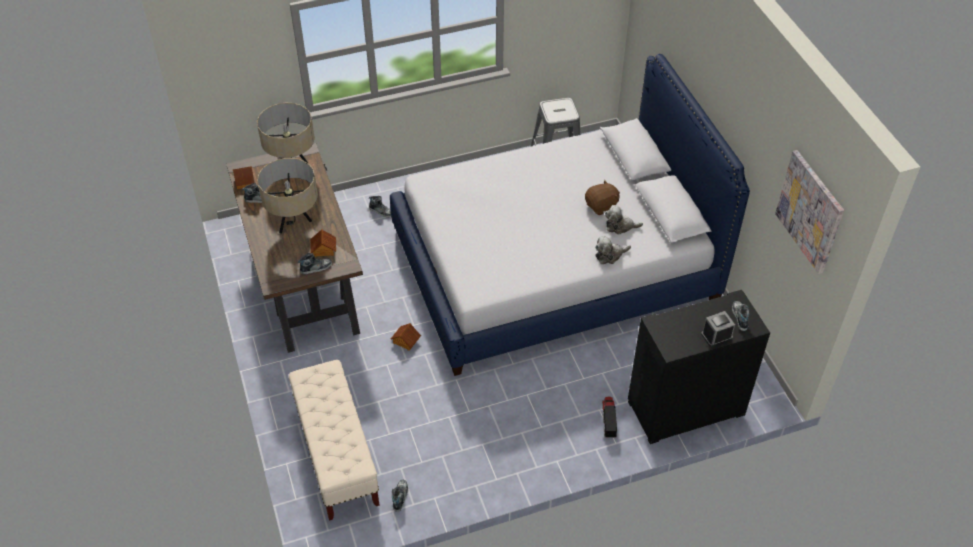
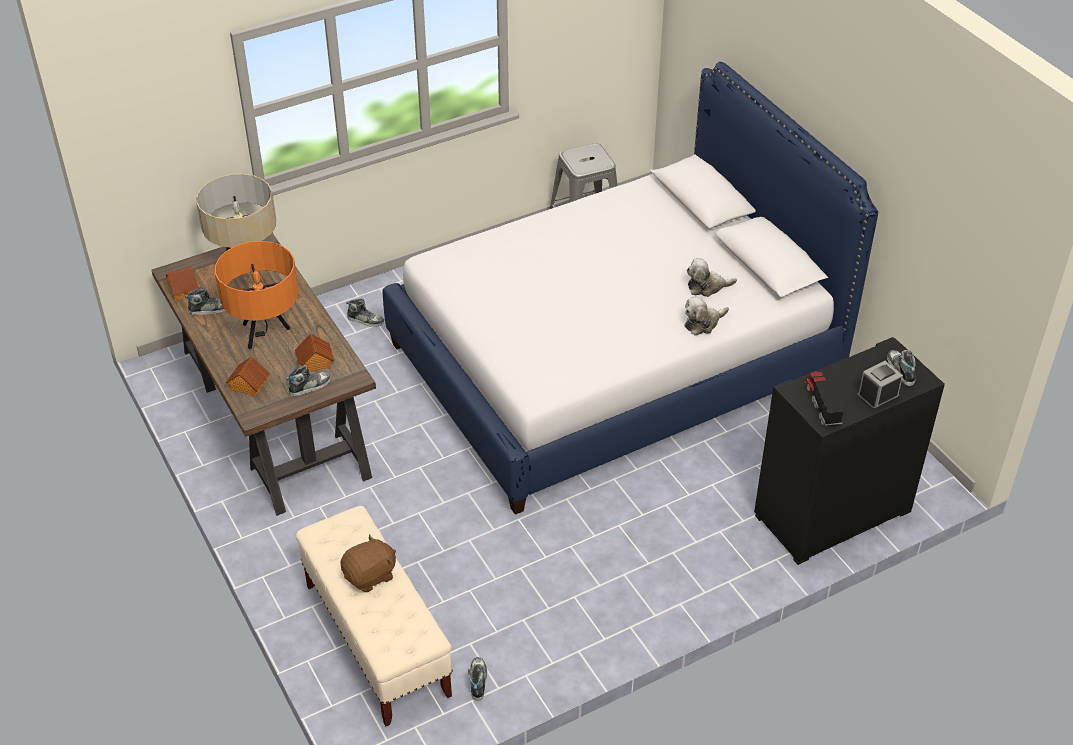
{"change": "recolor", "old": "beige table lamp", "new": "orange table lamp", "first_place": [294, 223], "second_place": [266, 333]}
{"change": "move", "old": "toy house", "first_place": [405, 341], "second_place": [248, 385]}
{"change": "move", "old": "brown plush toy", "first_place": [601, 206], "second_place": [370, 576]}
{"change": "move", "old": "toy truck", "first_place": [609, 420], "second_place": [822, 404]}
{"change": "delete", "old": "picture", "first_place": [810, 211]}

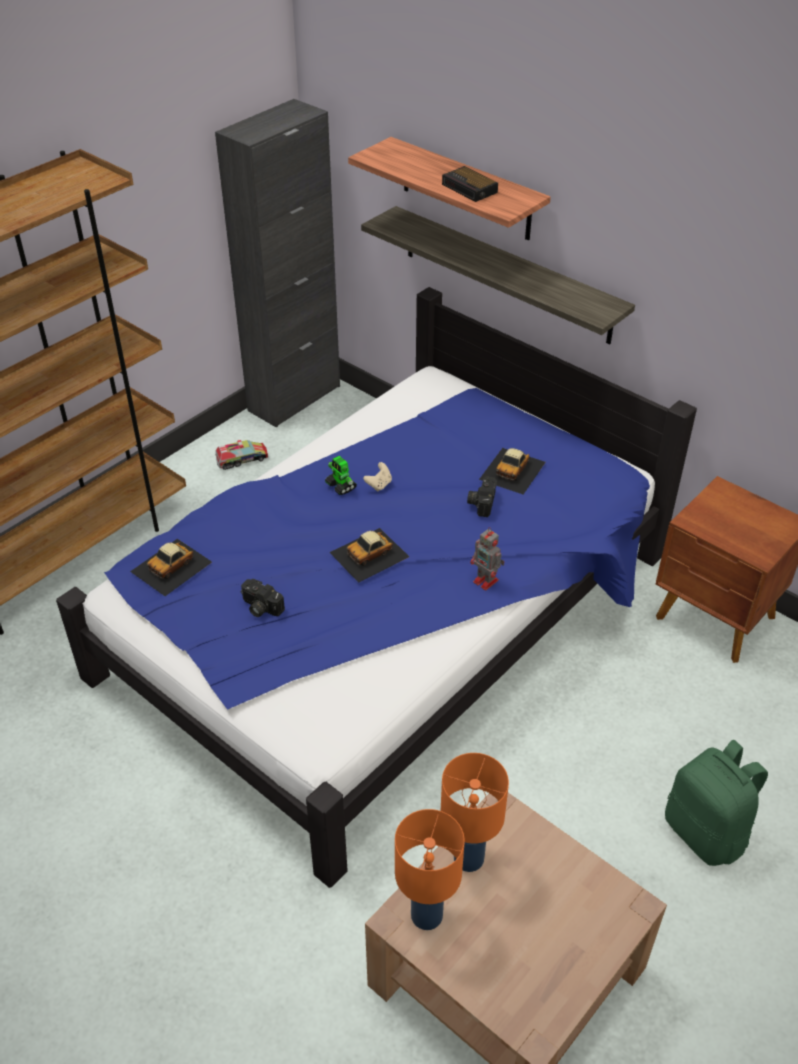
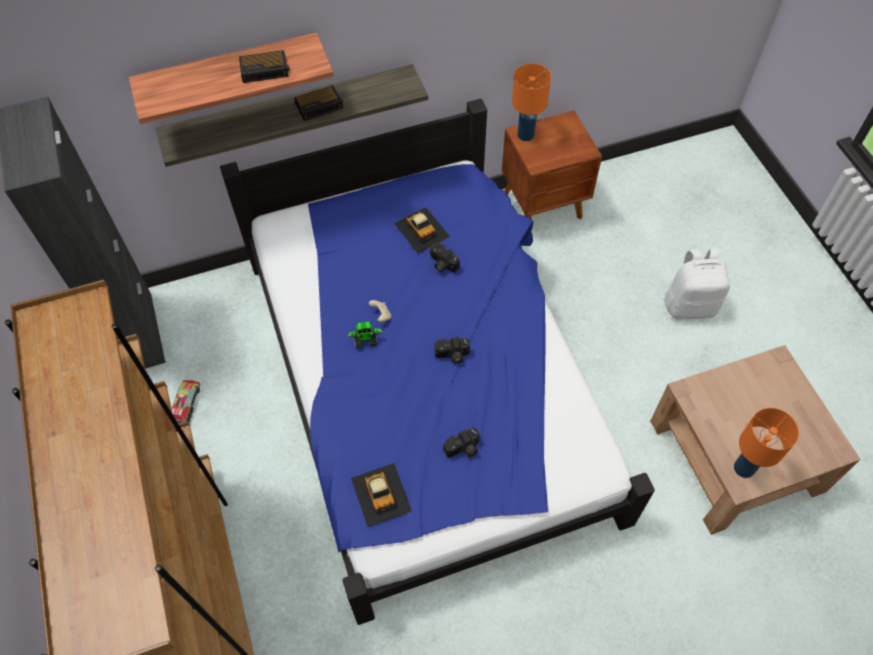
{"change": "replace", "old": "toy car", "new": "photo camera", "first_place": [370, 554], "second_place": [452, 355]}
{"change": "move", "old": "orange table lamp", "first_place": [469, 858], "second_place": [525, 134]}
{"change": "delete", "old": "toy robot", "first_place": [486, 581]}
{"change": "recolor", "old": "green backpack", "new": "white backpack", "first_place": [706, 832], "second_place": [689, 305]}
{"change": "insert", "new": "alarm clock", "second_place": [320, 106]}

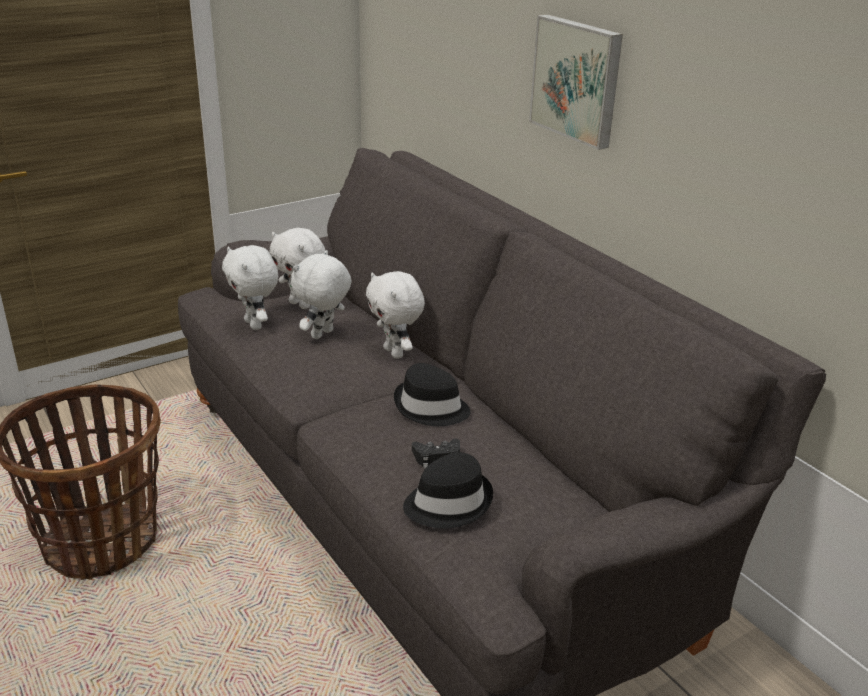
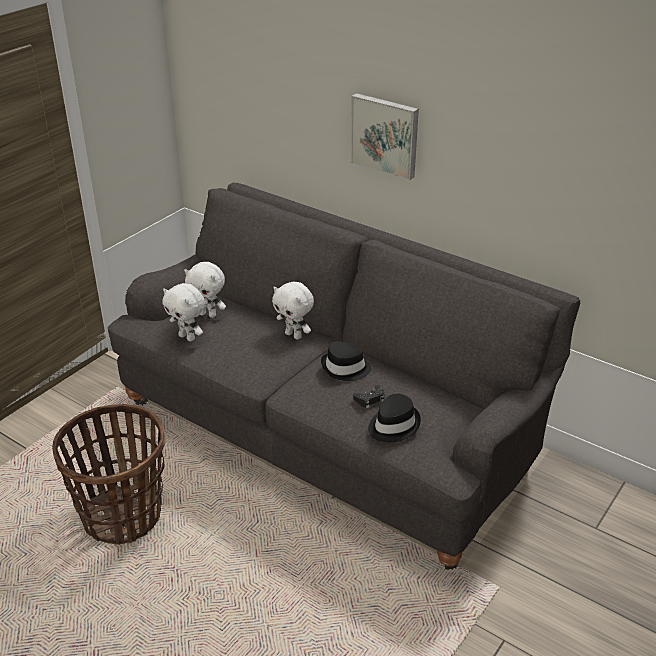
{"change": "delete", "old": "white plush toy", "first_place": [323, 335]}

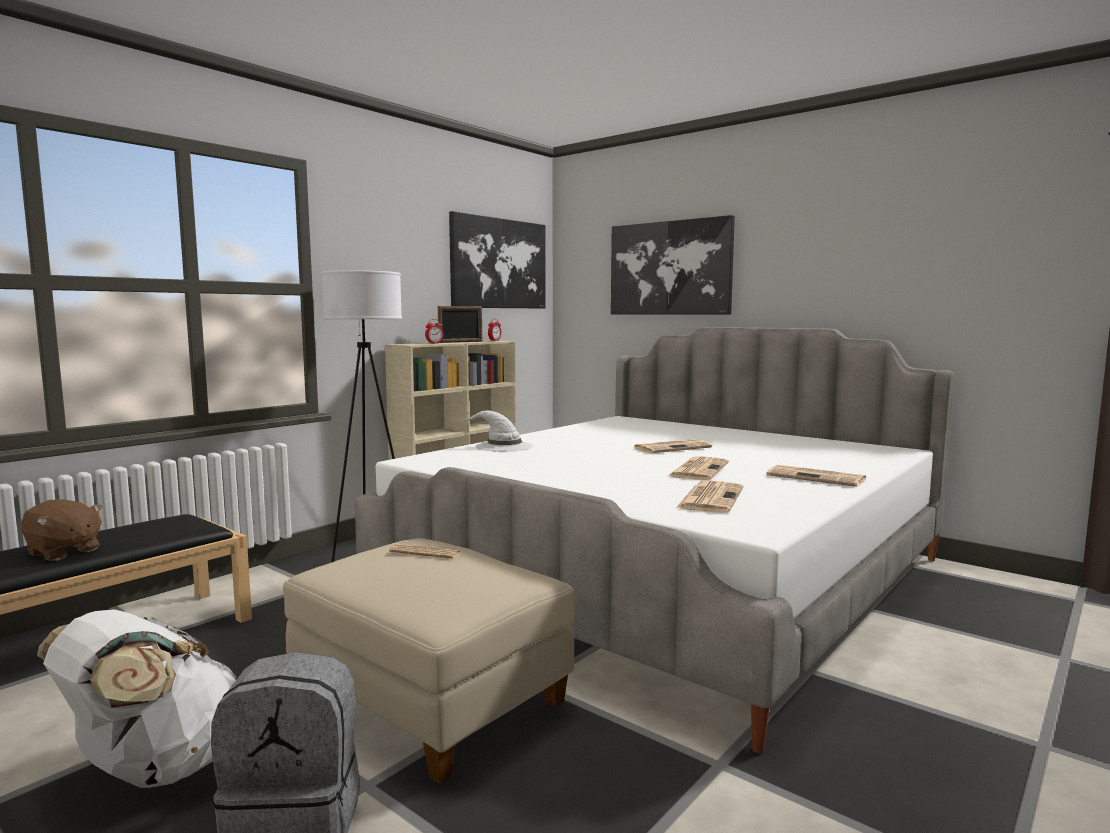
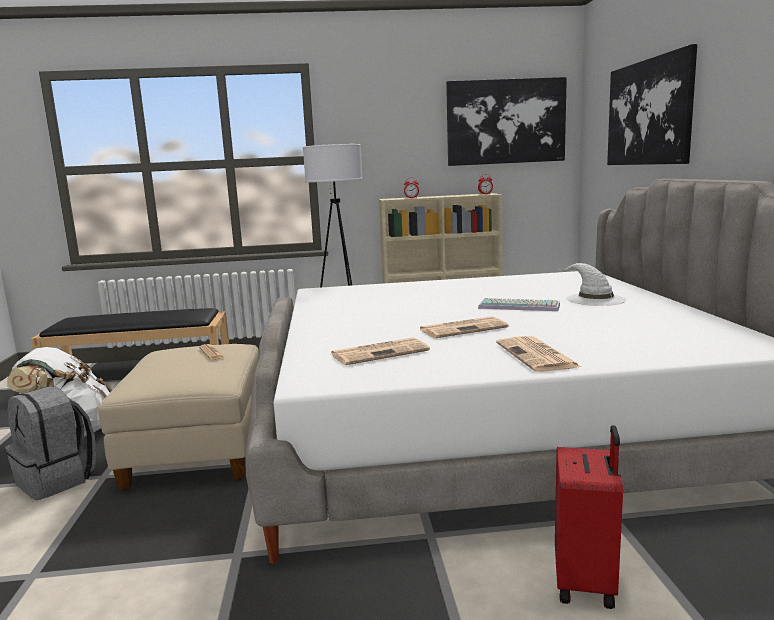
{"change": "delete", "old": "brown plush toy", "first_place": [63, 552]}
{"change": "delete", "old": "picture frame", "first_place": [461, 342]}
{"change": "move", "old": "white hat", "first_place": [503, 446], "second_place": [594, 299]}
{"change": "replace", "old": "newspaper", "new": "keyboard", "first_place": [672, 447], "second_place": [520, 306]}
{"change": "insert", "new": "red suitcase", "second_place": [586, 581]}

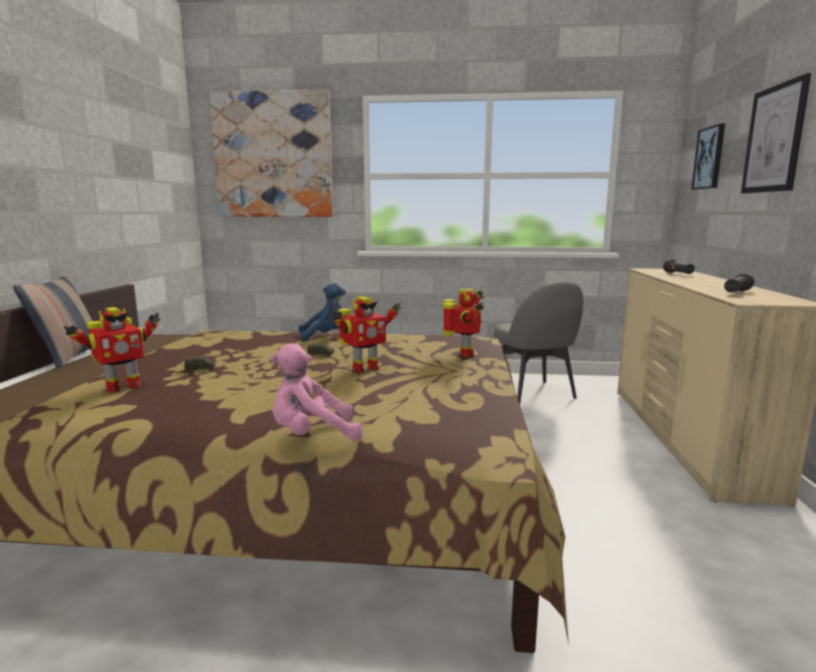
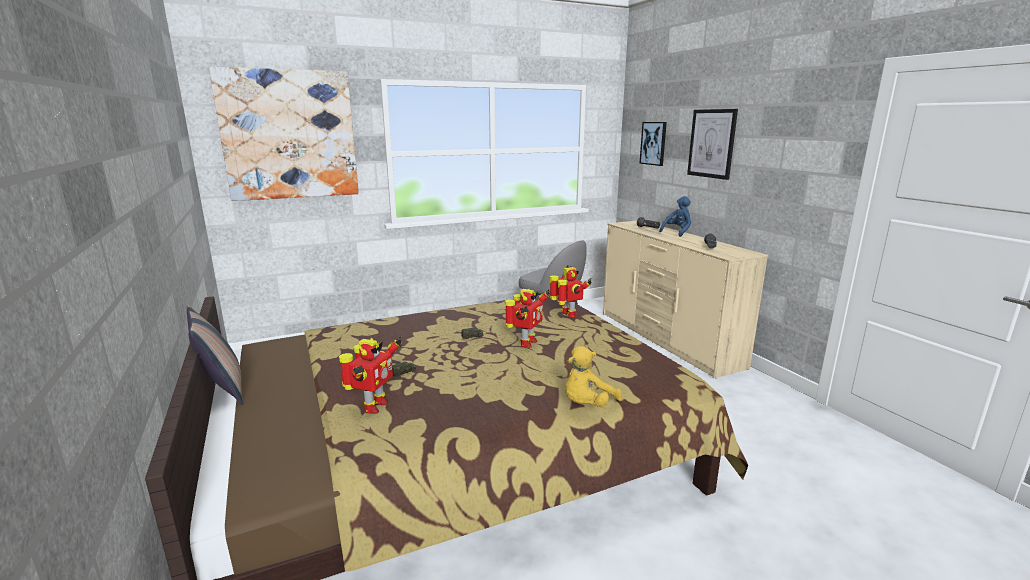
{"change": "recolor", "old": "pink plush toy", "new": "yellow plush toy", "first_place": [312, 436], "second_place": [587, 405]}
{"change": "move", "old": "blue plush toy", "first_place": [326, 336], "second_place": [677, 232]}

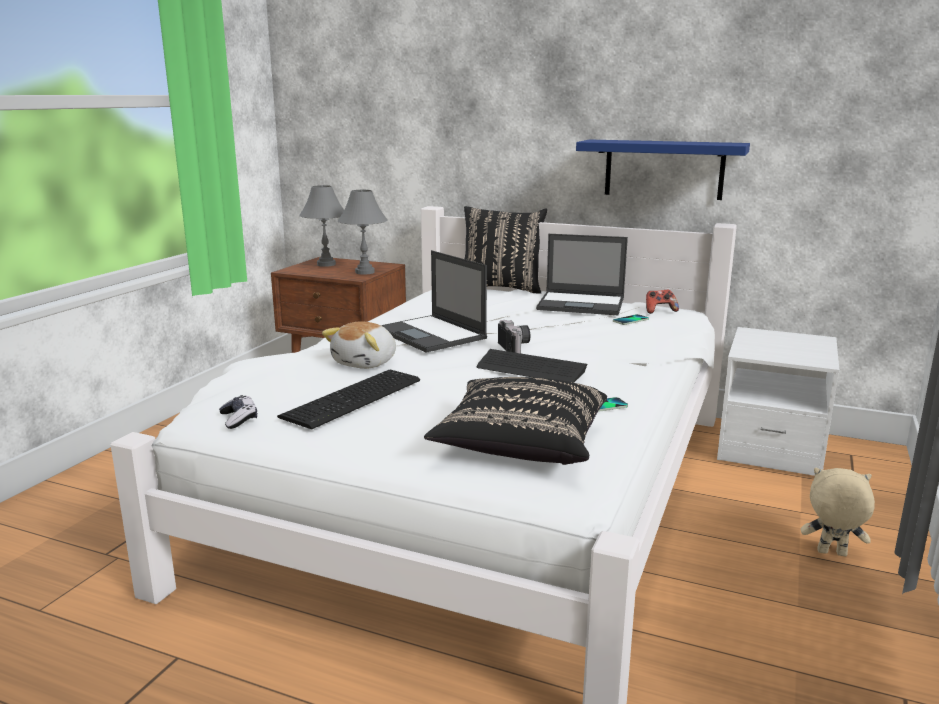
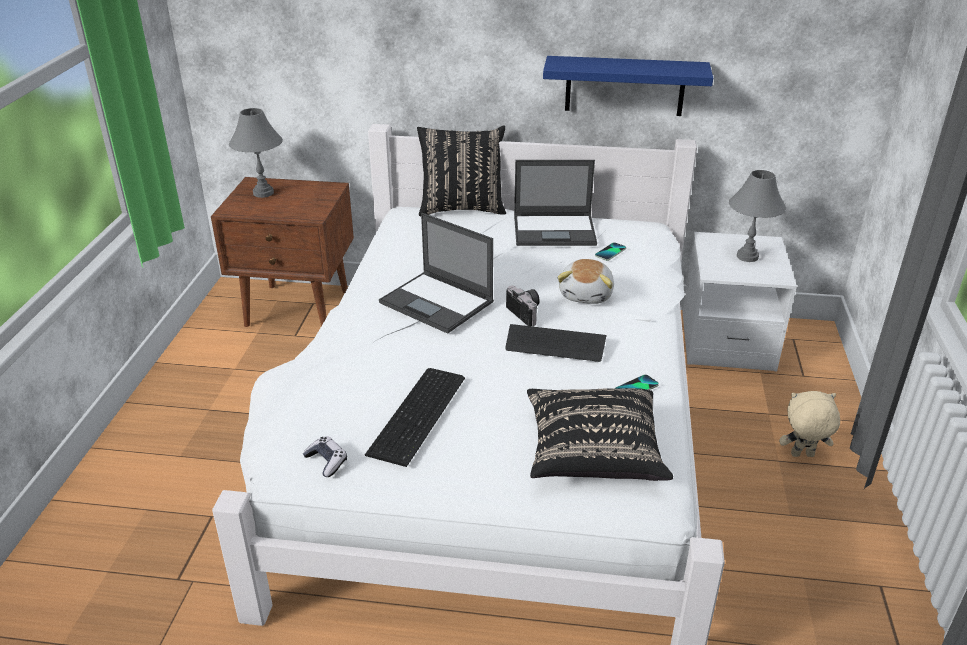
{"change": "move", "old": "plush toy", "first_place": [366, 363], "second_place": [587, 294]}
{"change": "move", "old": "grey table lamp", "first_place": [365, 272], "second_place": [748, 257]}
{"change": "delete", "old": "game controller", "first_place": [659, 311]}

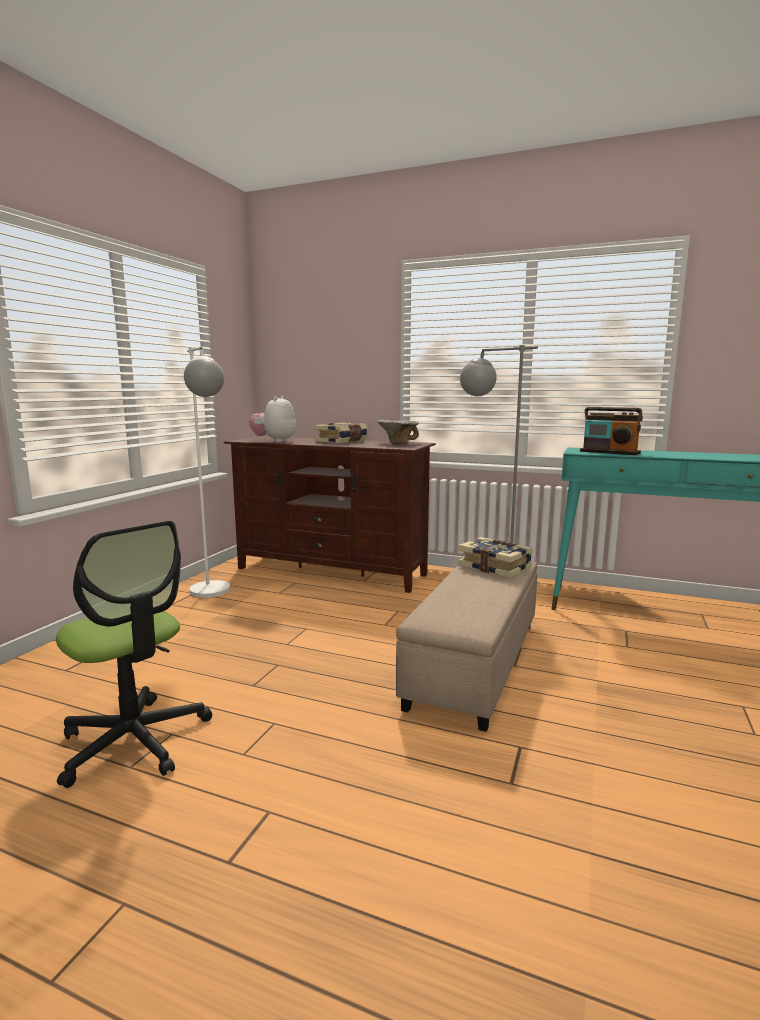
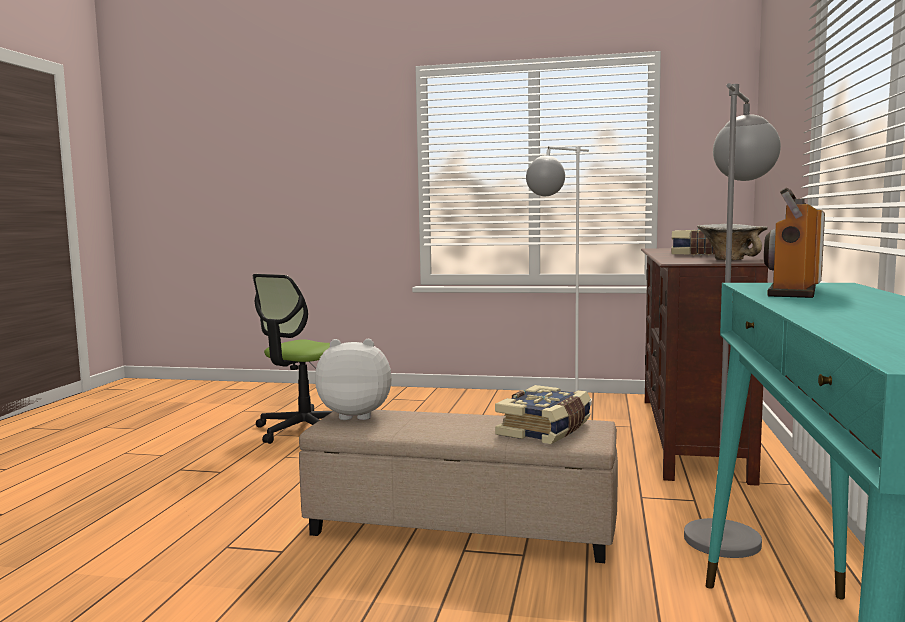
{"change": "move", "old": "plush toy", "first_place": [274, 441], "second_place": [357, 415]}

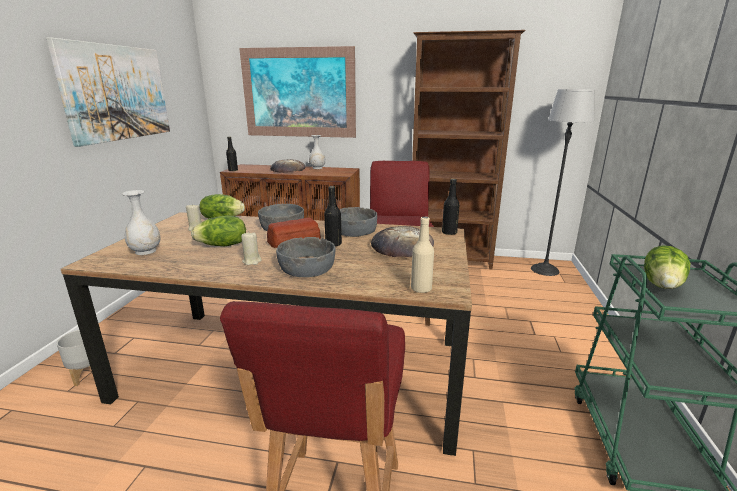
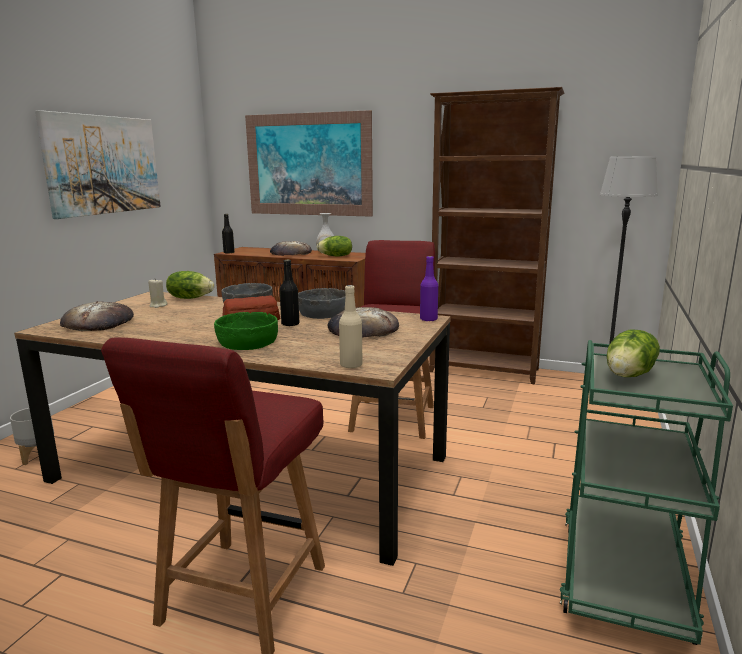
{"change": "replace", "old": "white vase", "new": "bread", "first_place": [146, 251], "second_place": [98, 322]}
{"change": "move", "old": "lettuce", "first_place": [223, 245], "second_place": [336, 256]}
{"change": "delete", "old": "beige candle", "first_place": [252, 261]}
{"change": "recolor", "old": "grey bowl", "new": "green bowl", "first_place": [307, 267], "second_place": [247, 342]}
{"change": "recolor", "old": "black bottle", "new": "purple bottle", "first_place": [449, 233], "second_place": [428, 319]}

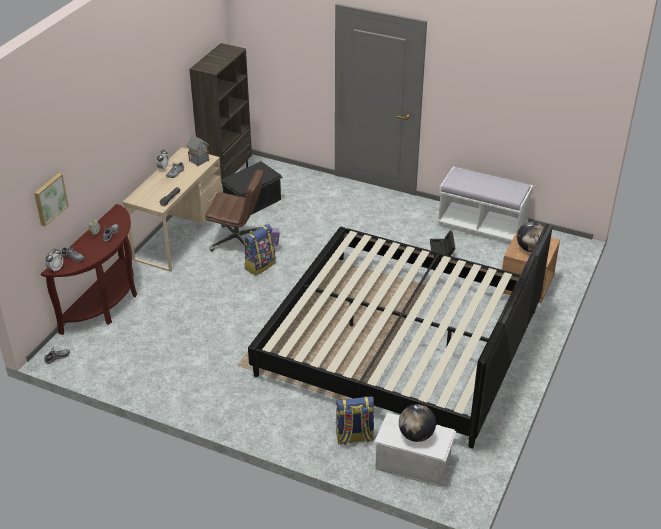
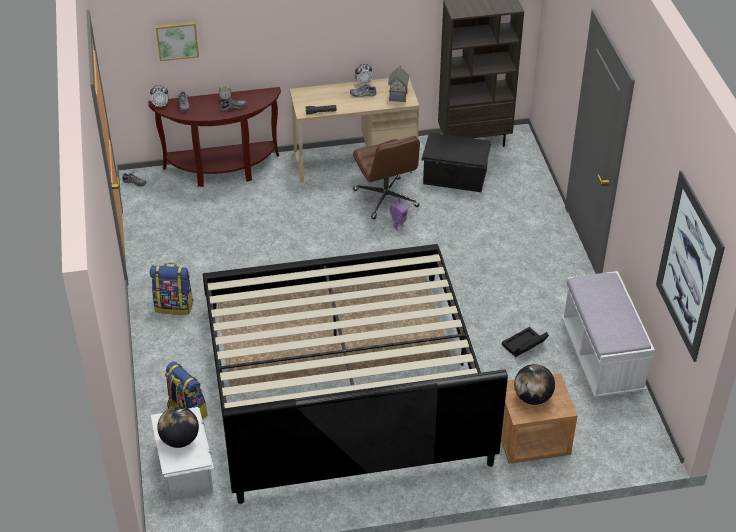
{"change": "move", "old": "backpack", "first_place": [259, 265], "second_place": [174, 306]}
{"change": "insert", "new": "picture", "second_place": [689, 267]}

